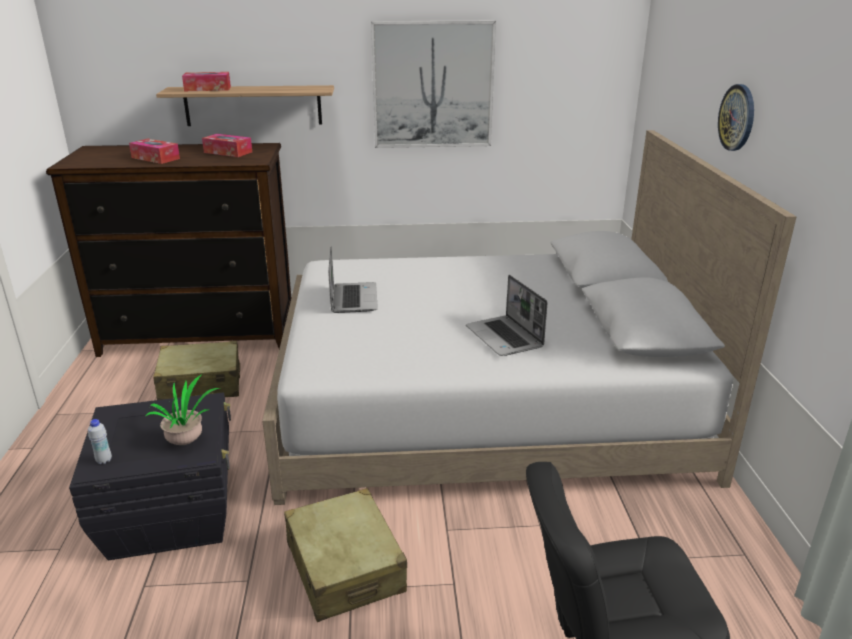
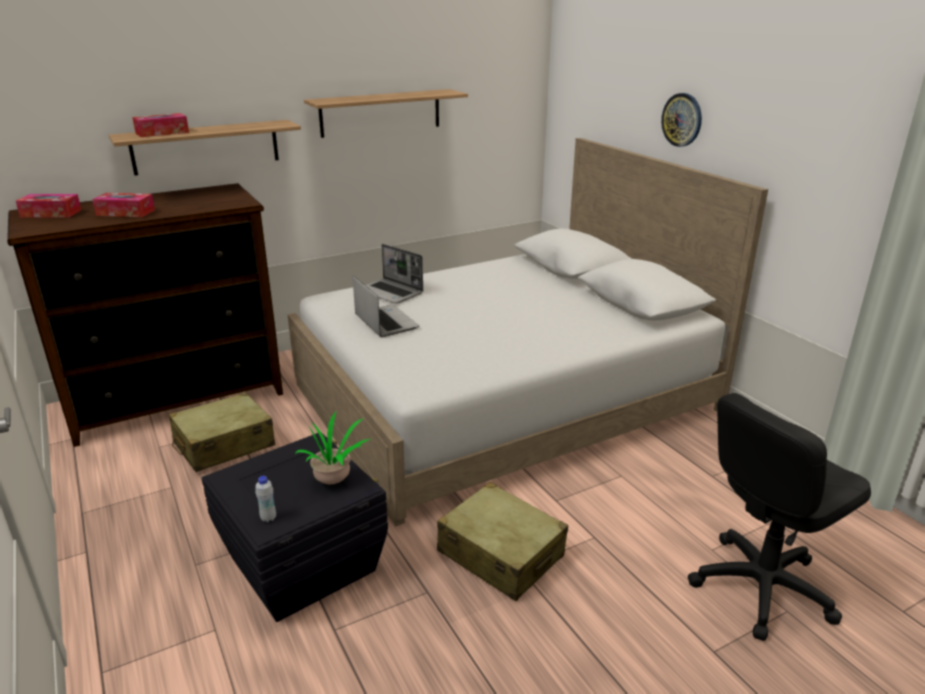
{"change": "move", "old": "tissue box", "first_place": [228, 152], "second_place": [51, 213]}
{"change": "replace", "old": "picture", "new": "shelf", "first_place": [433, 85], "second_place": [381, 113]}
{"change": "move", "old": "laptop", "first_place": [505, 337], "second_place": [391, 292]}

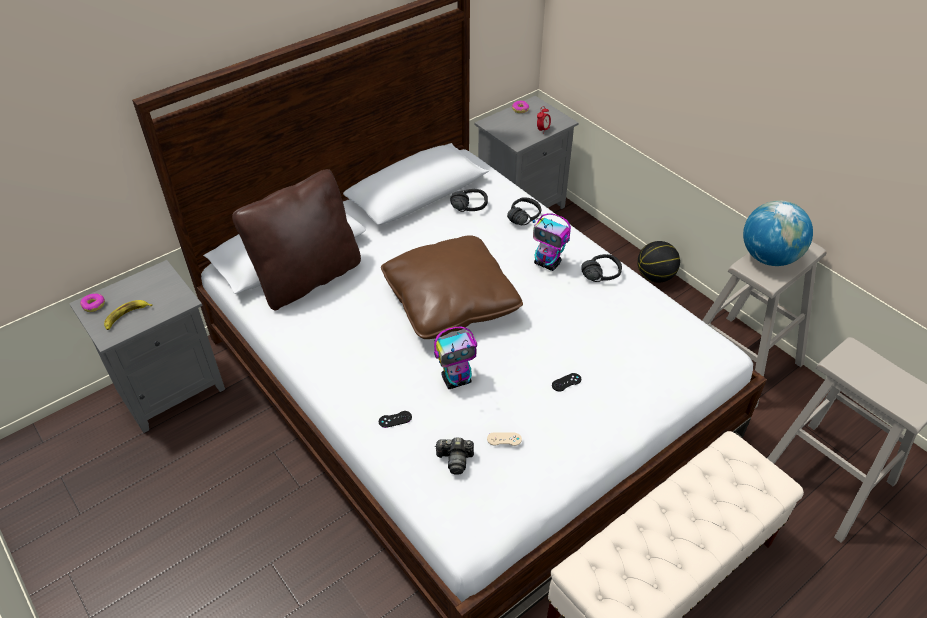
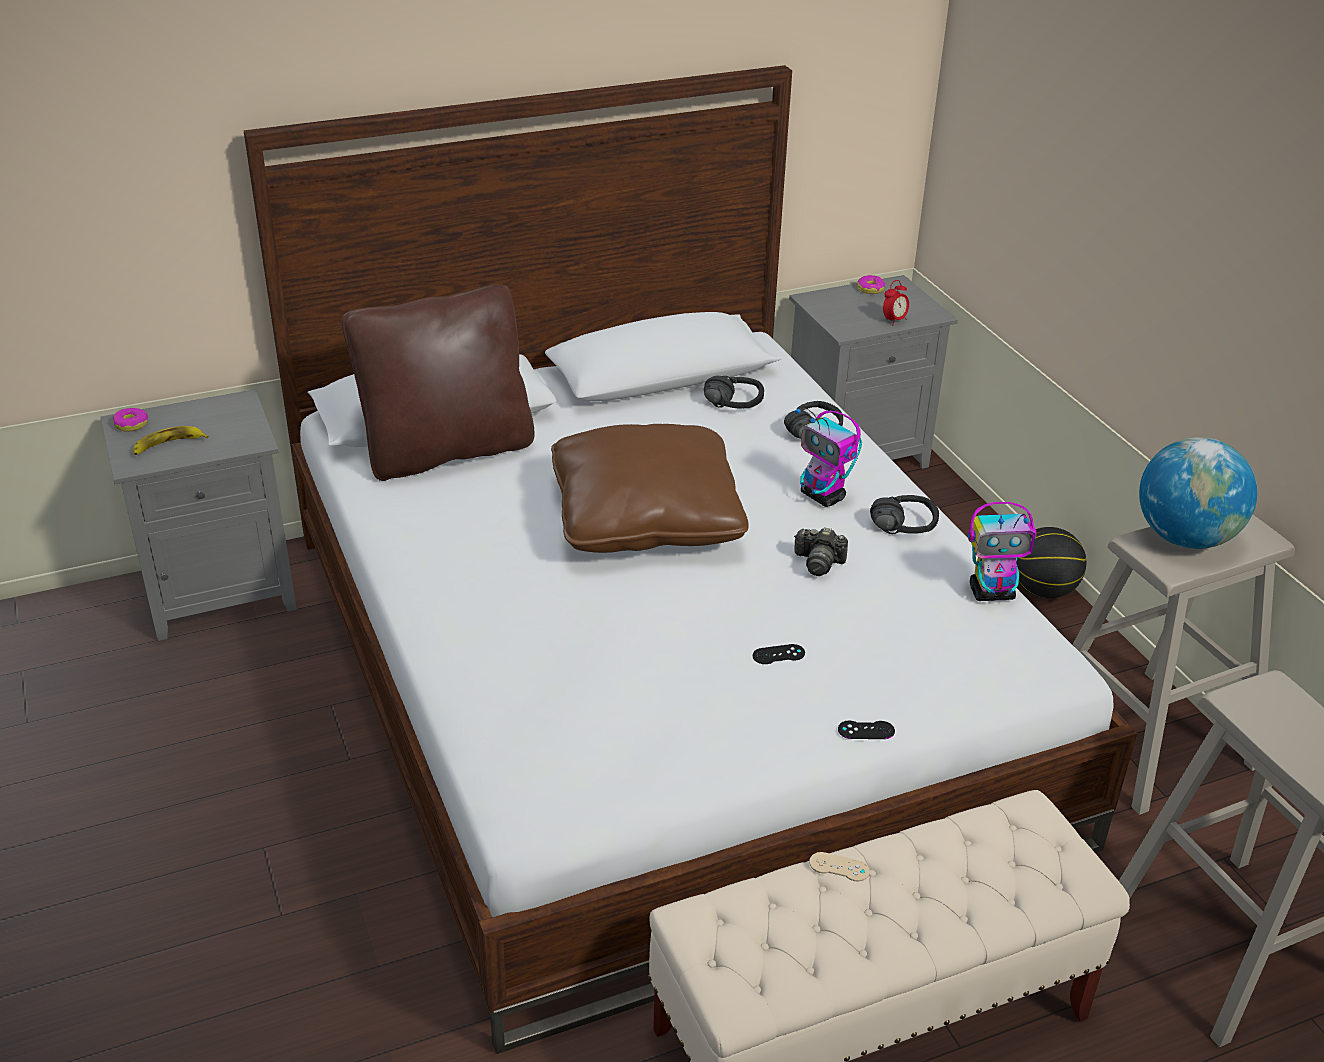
{"change": "move", "old": "black game controller", "first_place": [395, 419], "second_place": [866, 730]}
{"change": "move", "old": "toy robot", "first_place": [457, 379], "second_place": [992, 593]}
{"change": "move", "old": "photo camera", "first_place": [455, 460], "second_place": [818, 562]}
{"change": "move", "old": "beige game controller", "first_place": [504, 439], "second_place": [839, 867]}

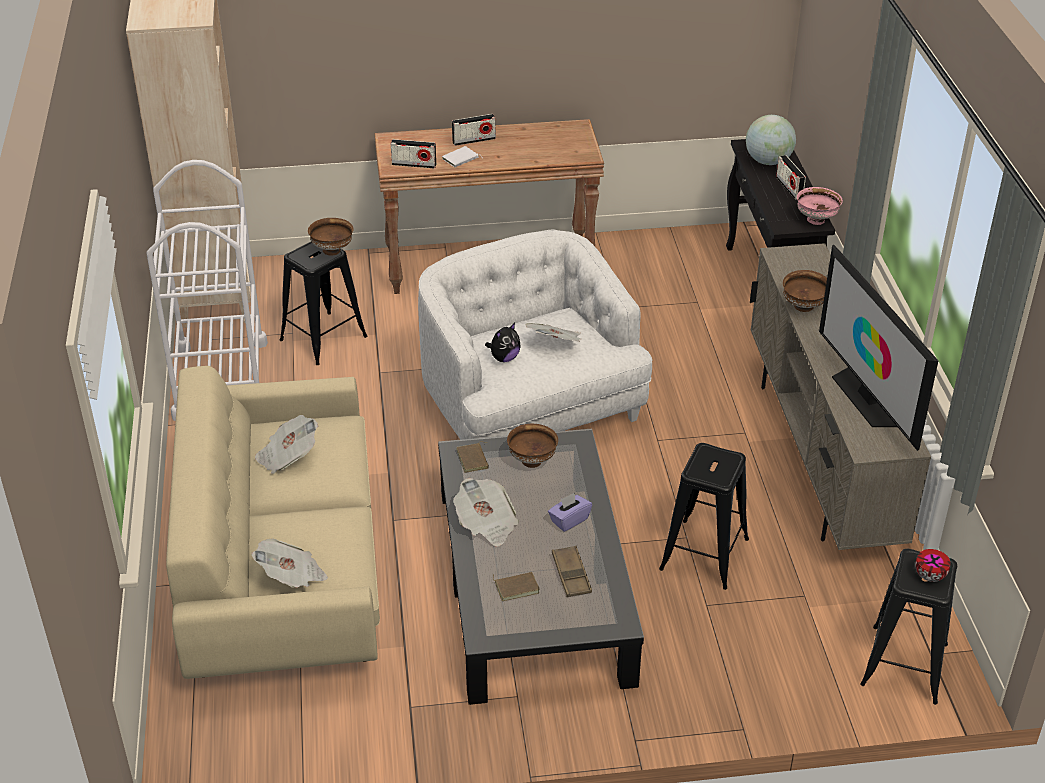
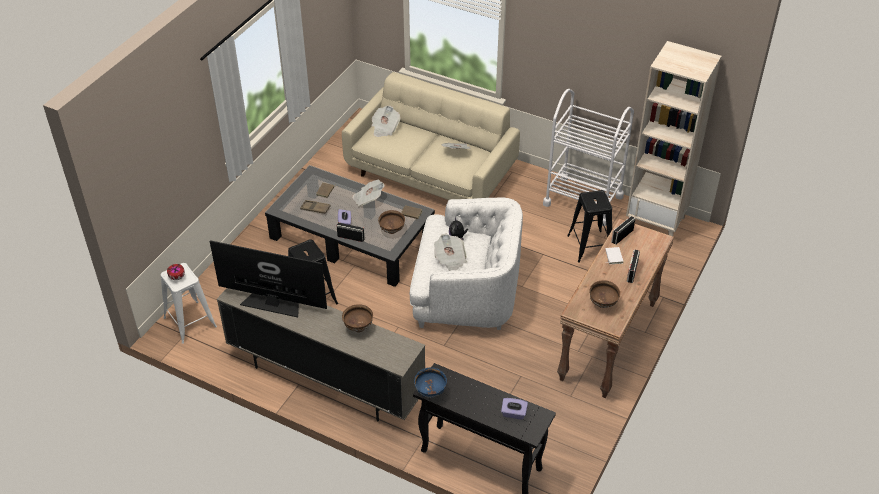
{"change": "move", "old": "brown bowl", "first_place": [332, 250], "second_place": [603, 304]}
{"change": "replace", "old": "globe", "new": "purple tissue box", "first_place": [768, 161], "second_place": [513, 413]}
{"change": "move", "old": "radio", "first_place": [789, 188], "second_place": [351, 237]}
{"change": "recolor", "old": "pink bowl", "new": "blue bowl", "first_place": [816, 219], "second_place": [430, 392]}
{"change": "recolor", "old": "black stool", "new": "white stool", "first_place": [904, 663], "second_place": [190, 322]}

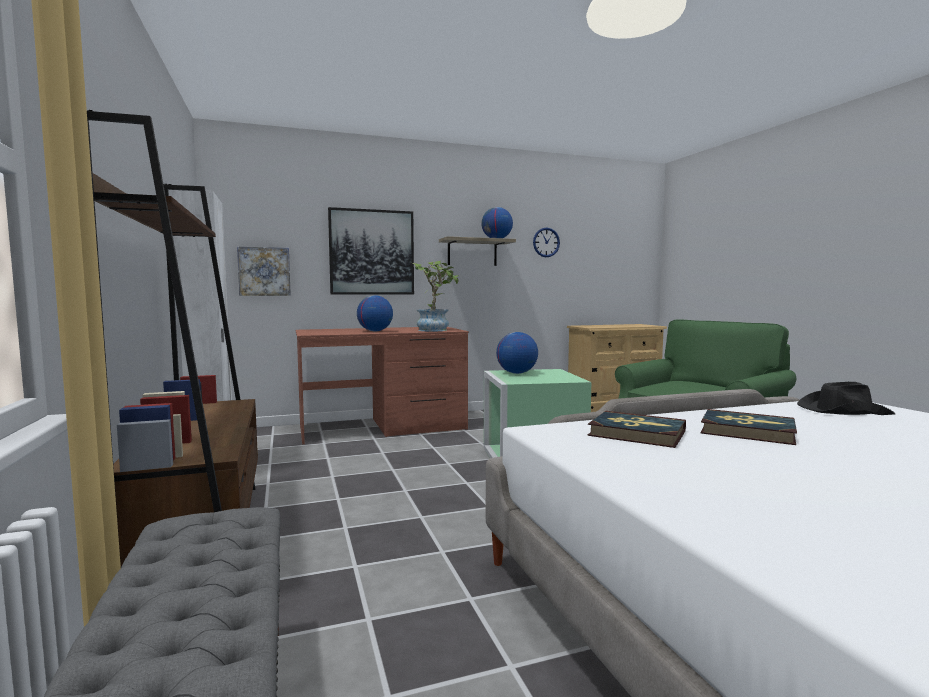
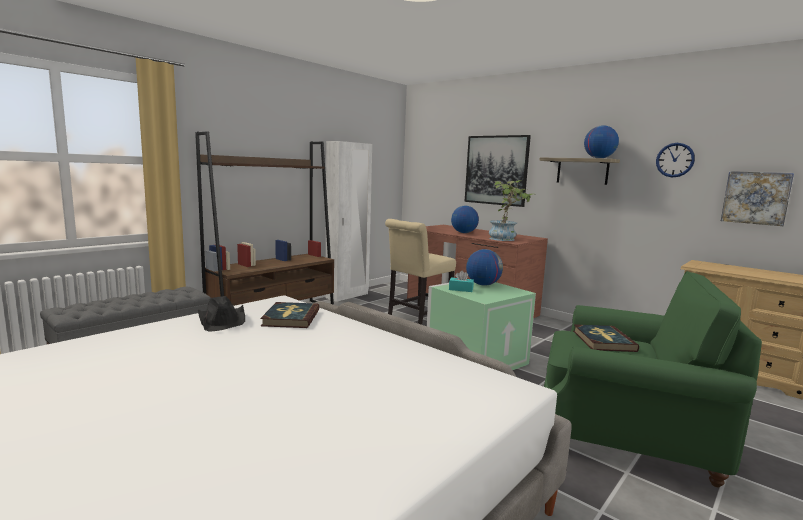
{"change": "move", "old": "picture", "first_place": [264, 271], "second_place": [756, 198]}
{"change": "move", "old": "book", "first_place": [747, 431], "second_place": [603, 341]}
{"change": "move", "old": "black hat", "first_place": [842, 410], "second_place": [223, 320]}
{"change": "insert", "new": "beige chair", "second_place": [416, 319]}
{"change": "insert", "new": "turquoise tissue box", "second_place": [461, 289]}

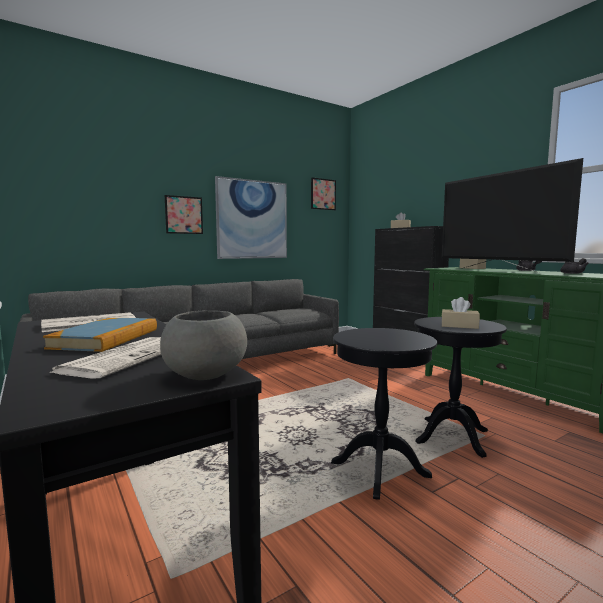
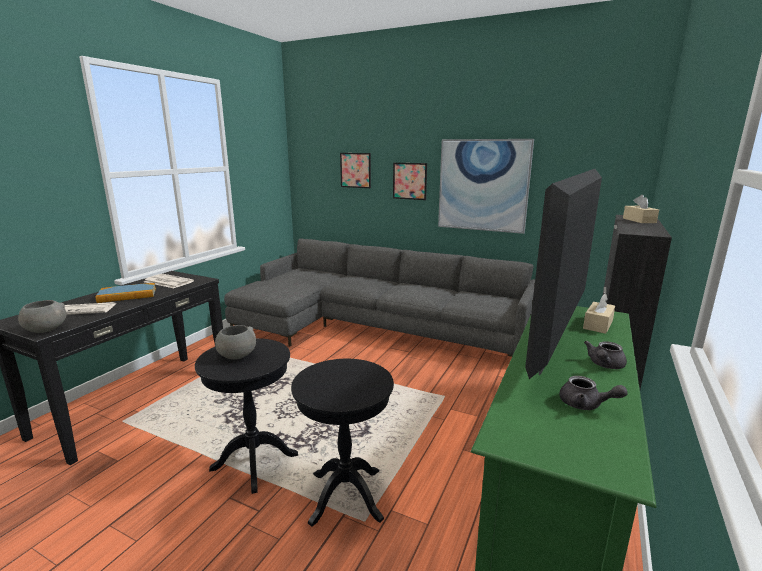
{"change": "move", "old": "picture", "first_place": [323, 194], "second_place": [355, 170]}
{"change": "delete", "old": "beige tissue box", "first_place": [459, 326]}
{"change": "insert", "new": "grey bowl", "second_place": [237, 356]}

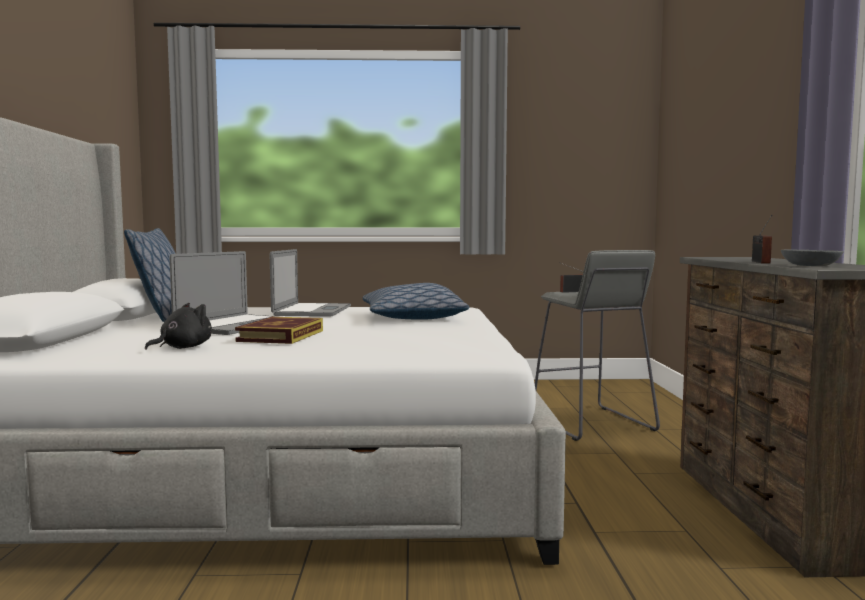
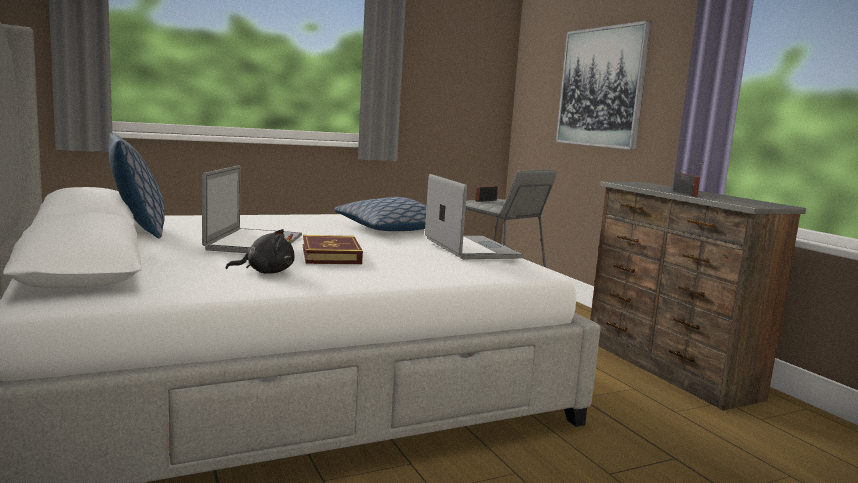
{"change": "rotate", "old": "black plush toy", "first_place": [183, 347], "second_place": [266, 272], "degrees": 60}
{"change": "move", "old": "laptop", "first_place": [313, 311], "second_place": [471, 248]}
{"change": "delete", "old": "grey bowl", "first_place": [811, 266]}
{"change": "insert", "new": "picture", "second_place": [601, 87]}

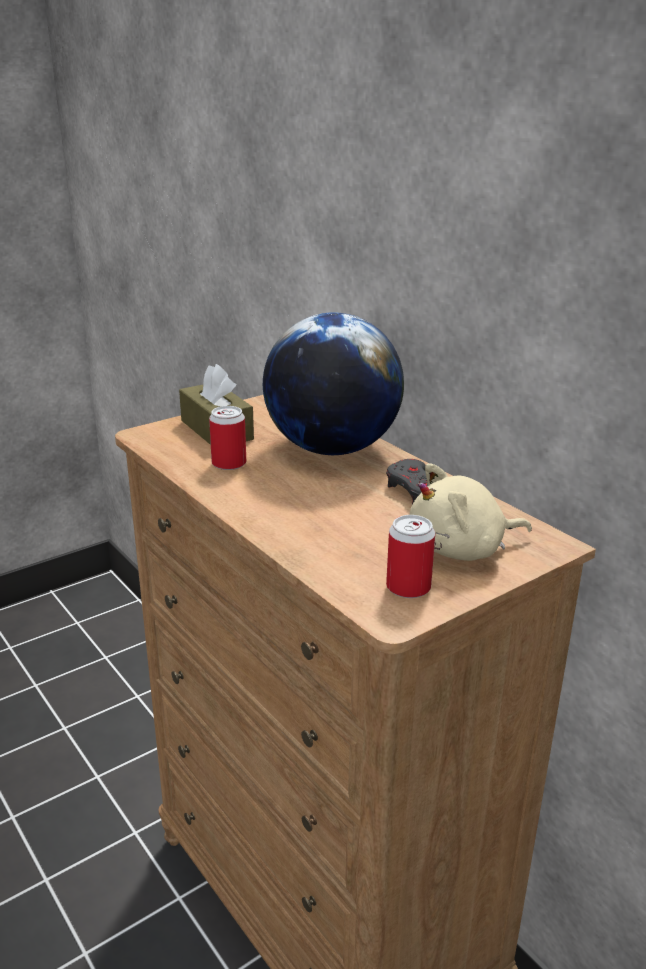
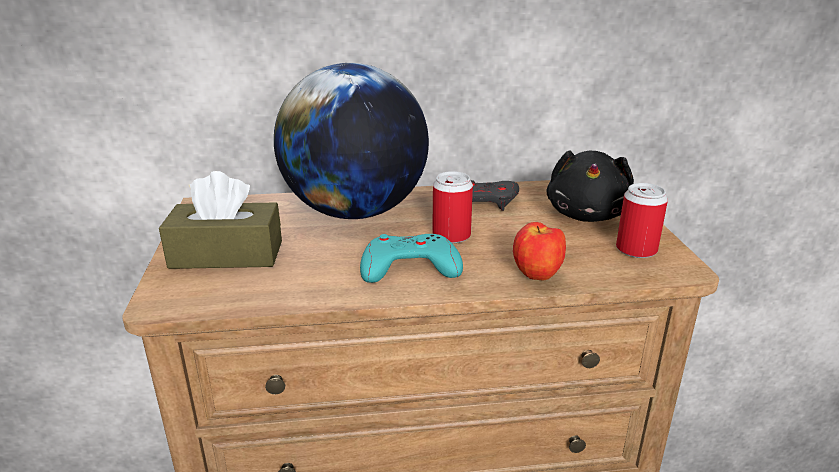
{"change": "move", "old": "can", "first_place": [229, 463], "second_place": [451, 236]}
{"change": "recolor", "old": "beige plush toy", "new": "black plush toy", "first_place": [461, 549], "second_place": [587, 214]}
{"change": "insert", "new": "turquoise game controller", "second_place": [409, 267]}
{"change": "insert", "new": "apple", "second_place": [537, 276]}

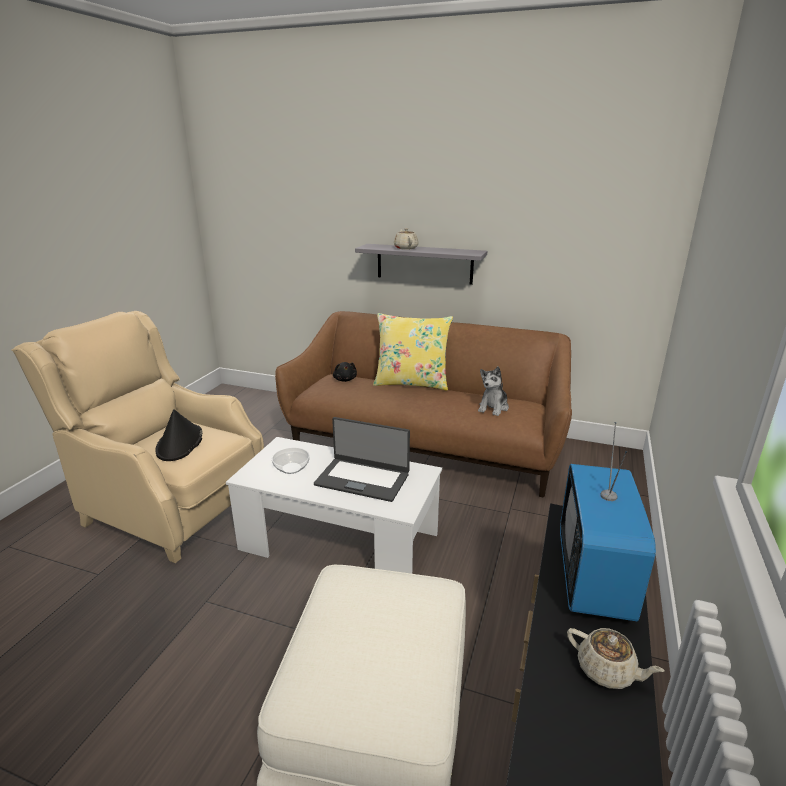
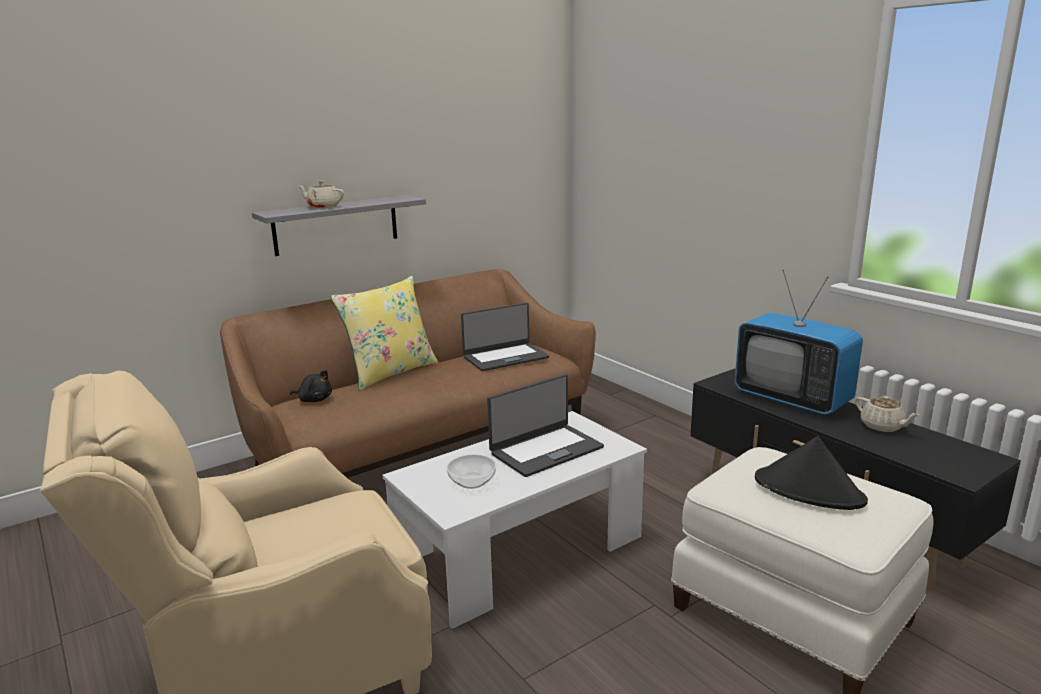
{"change": "move", "old": "black hat", "first_place": [180, 443], "second_place": [809, 490]}
{"change": "replace", "old": "plush toy", "new": "laptop", "first_place": [493, 407], "second_place": [505, 357]}
{"change": "rotate", "old": "beige teapot", "first_place": [607, 671], "second_place": [882, 426], "degrees": 75}

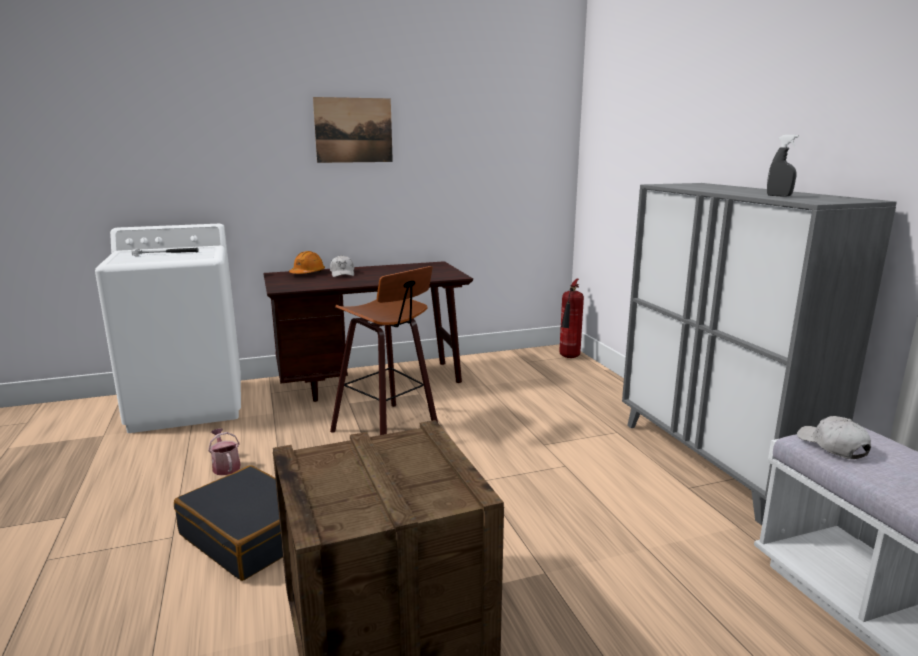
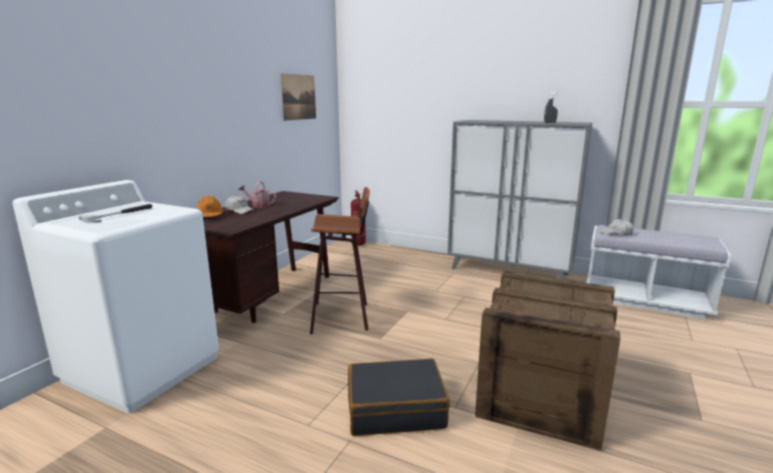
{"change": "move", "old": "watering can", "first_place": [225, 466], "second_place": [258, 206]}
{"change": "move", "old": "picture", "first_place": [353, 130], "second_place": [298, 97]}

